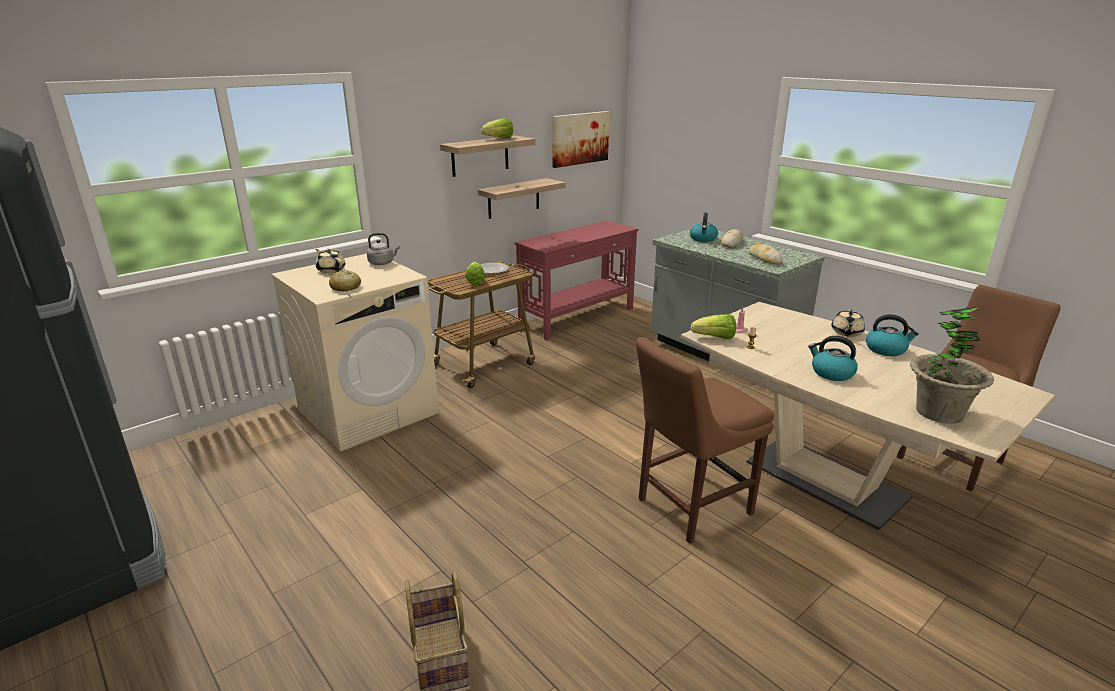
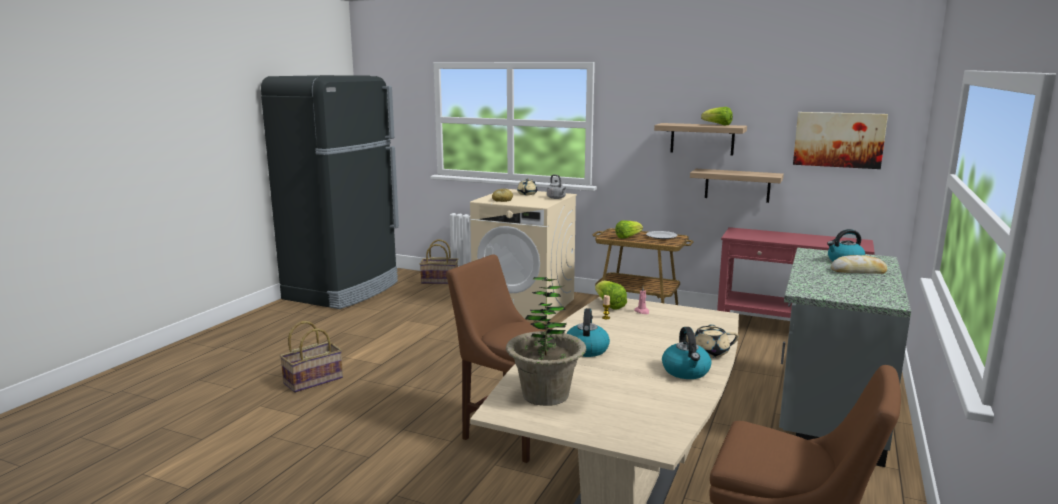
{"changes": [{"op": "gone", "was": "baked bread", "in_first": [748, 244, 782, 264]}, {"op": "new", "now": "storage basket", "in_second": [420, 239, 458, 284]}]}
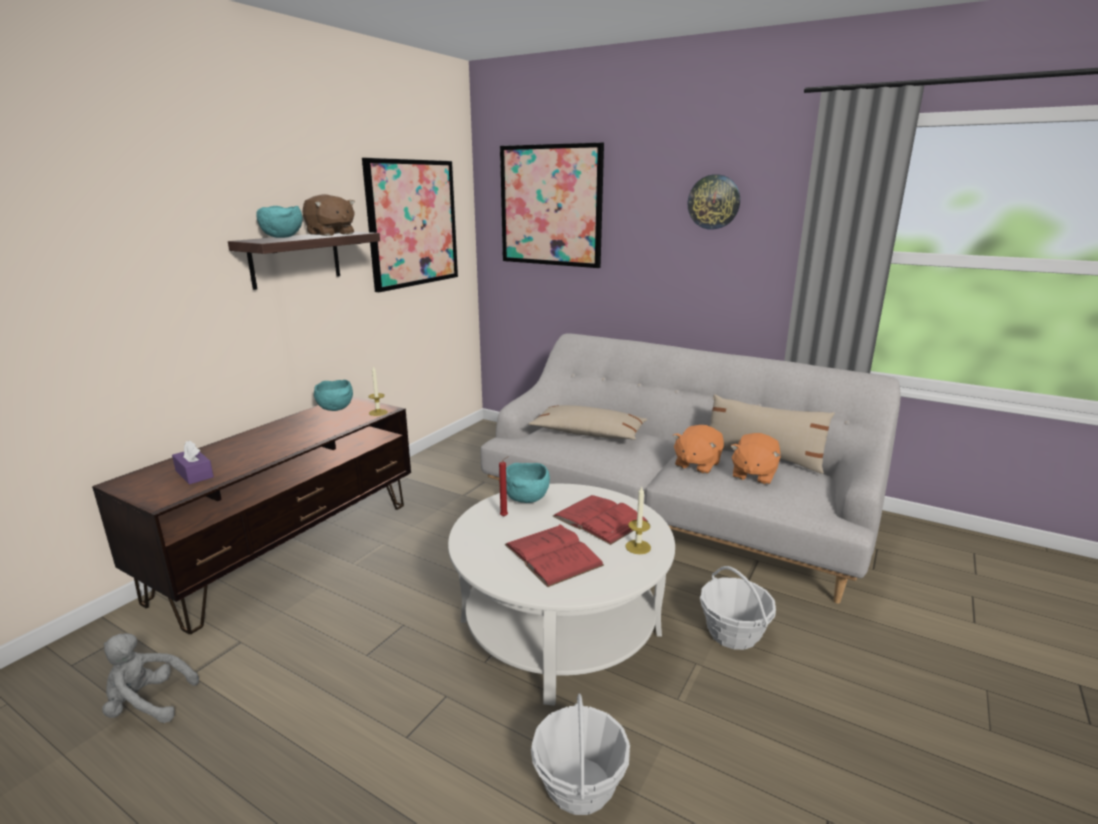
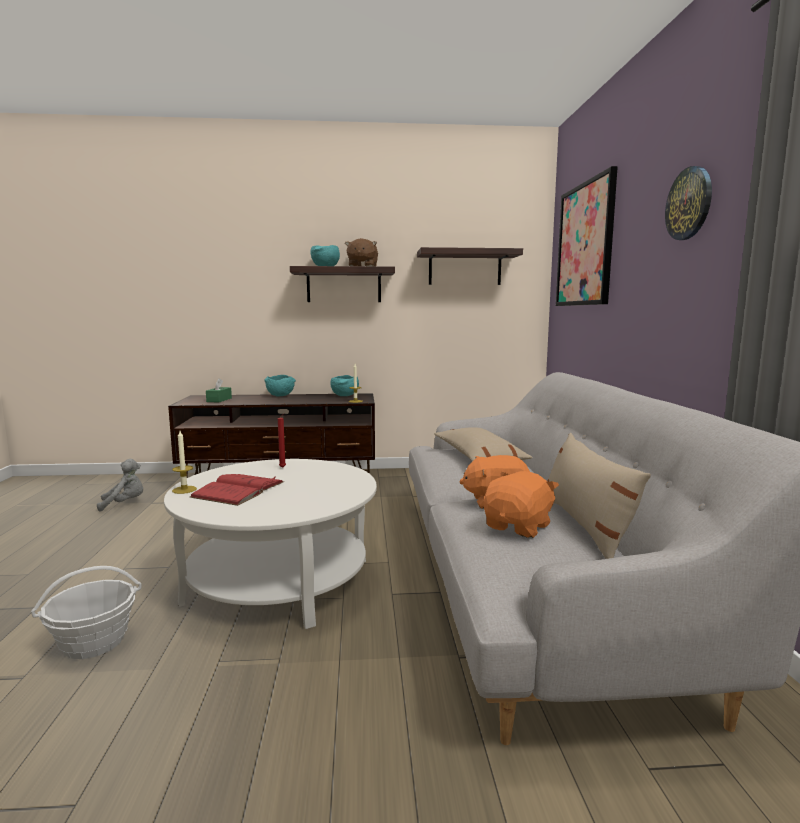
{"changes": [{"op": "gone", "was": "red bound book", "in_first": [553, 495, 649, 545]}, {"op": "gone", "was": "storage basket", "in_first": [700, 566, 776, 650]}, {"op": "shifted", "was": "blue-green bowl", "in_first": [506, 463, 550, 503], "in_second": [264, 375, 296, 397]}, {"op": "shifted", "was": "wax light", "in_first": [625, 487, 651, 554], "in_second": [172, 431, 197, 494]}, {"op": "swapped", "was": "picture", "now": "wall shelf", "in_first": [362, 158, 458, 292], "in_second": [417, 247, 523, 285]}, {"op": "repainted", "was": "purple tissue box", "now": "green-coloured tissue box", "in_first": [172, 441, 214, 485], "in_second": [206, 378, 232, 402]}, {"op": "rotated", "was": "gray plush toy", "in_first": [102, 633, 199, 723], "in_second": [97, 459, 143, 511], "clockwise": 105}, {"op": "rotated", "was": "orange plush toy", "in_first": [731, 433, 781, 485], "in_second": [484, 471, 559, 538], "clockwise": 135}]}
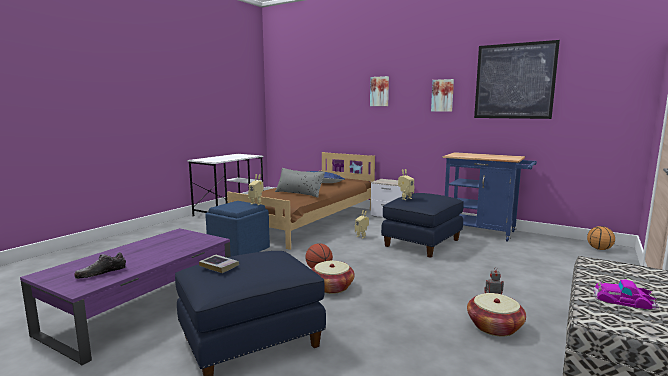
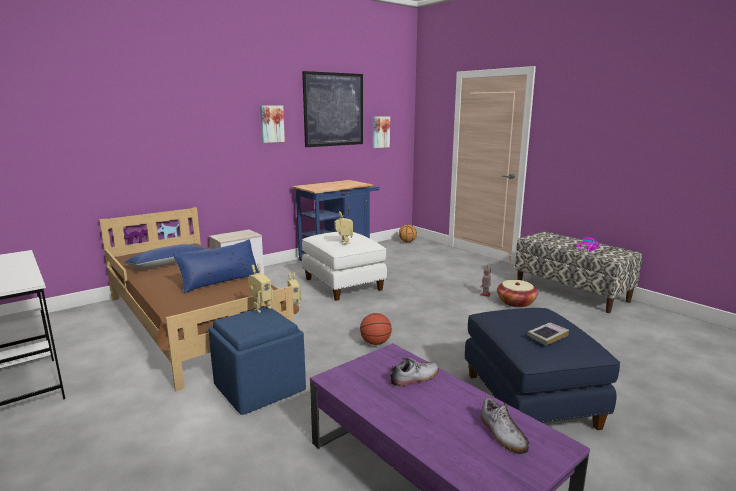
{"changes": [{"op": "gone", "was": "storage basket", "in_first": [311, 261, 355, 294]}, {"op": "new", "now": "low shoe", "in_second": [390, 358, 439, 387]}, {"op": "shifted", "was": "picture", "in_first": [370, 76, 389, 106], "in_second": [373, 116, 390, 148]}, {"op": "repainted", "was": "gray pillow", "now": "blue-coloured pillow", "in_first": [275, 168, 325, 198], "in_second": [173, 239, 259, 294]}, {"op": "repainted", "was": "blue-coloured pouffe", "now": "whitish pouffe", "in_first": [381, 193, 464, 258], "in_second": [302, 232, 387, 301]}]}
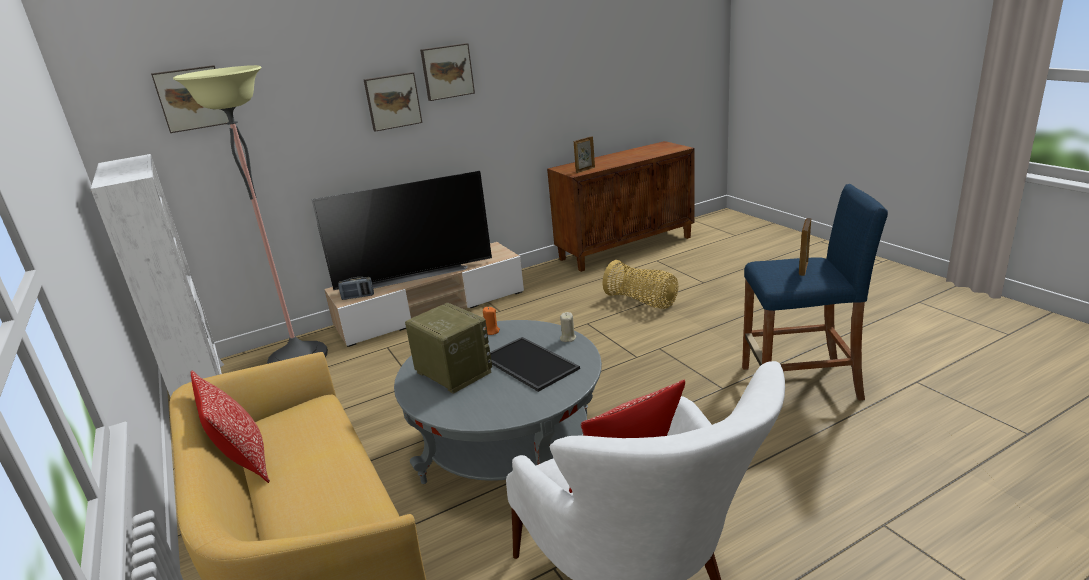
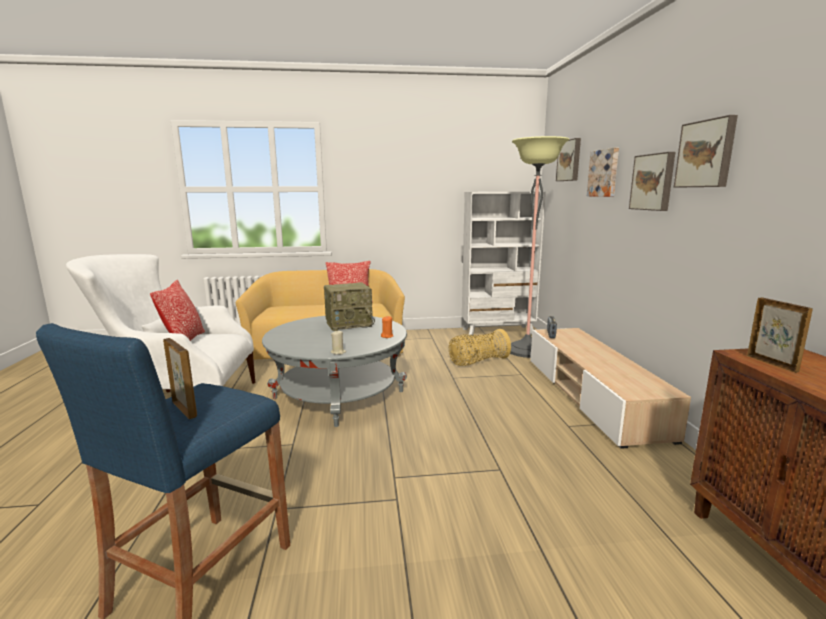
{"changes": [{"op": "gone", "was": "TV set", "in_first": [311, 171, 492, 290]}, {"op": "gone", "was": "serving tray", "in_first": [487, 337, 580, 392]}, {"op": "new", "now": "picture", "in_second": [587, 148, 619, 197]}, {"op": "shifted", "was": "storage basket", "in_first": [603, 260, 678, 309], "in_second": [449, 329, 511, 366]}]}
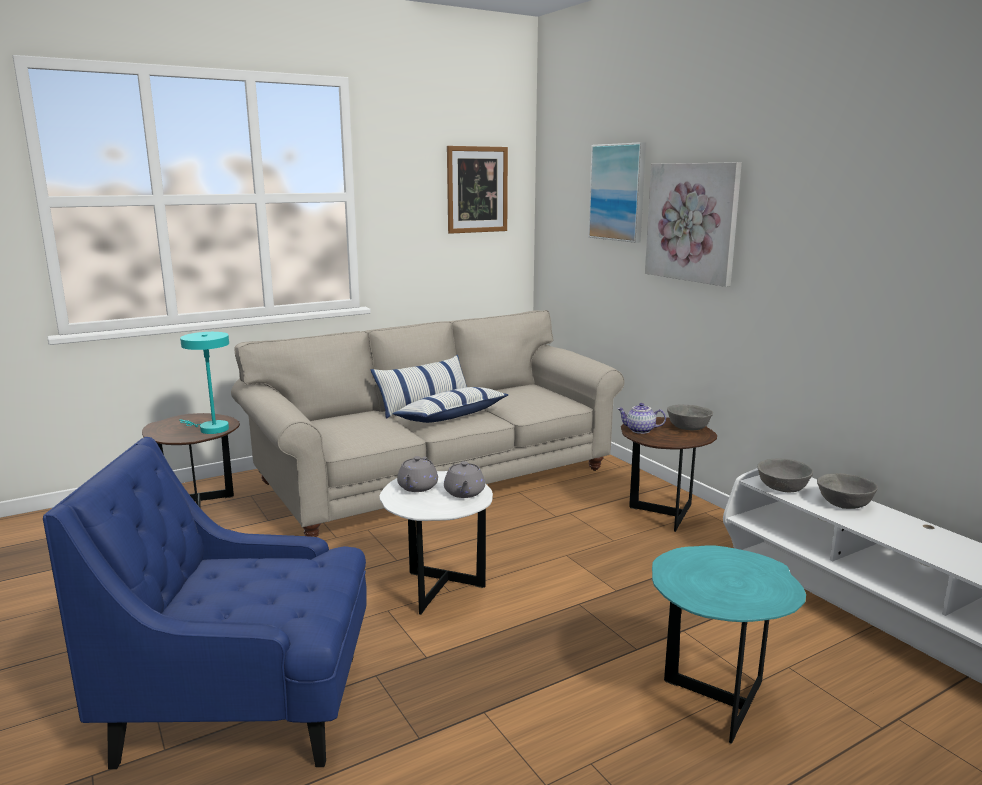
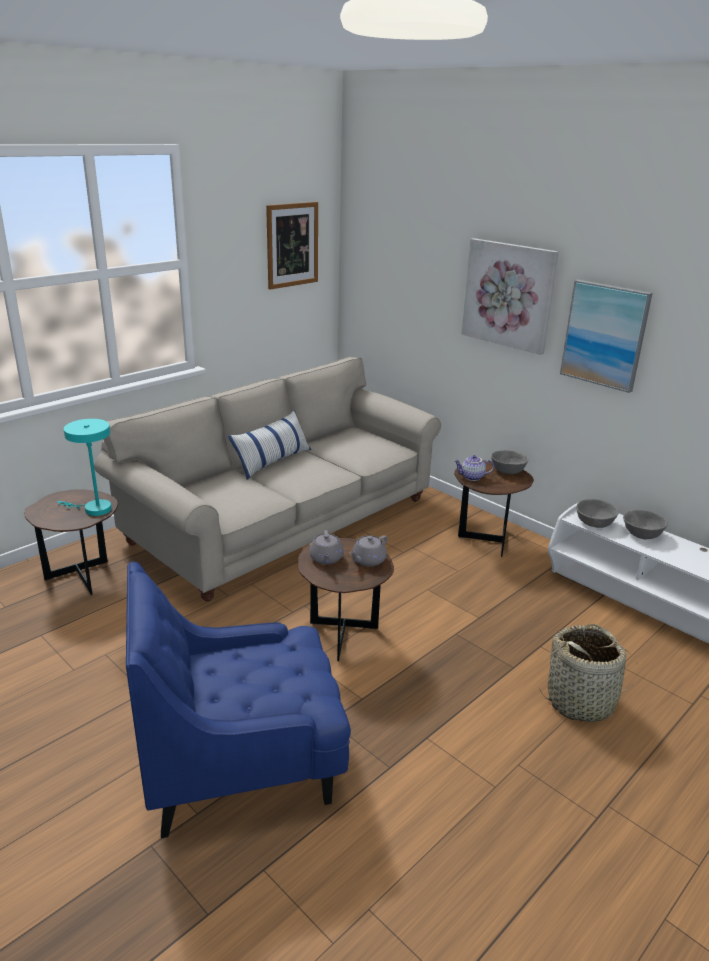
{"changes": [{"op": "gone", "was": "pillow", "in_first": [393, 387, 508, 423]}, {"op": "shifted", "was": "picture", "in_first": [588, 142, 646, 243], "in_second": [560, 280, 653, 393]}, {"op": "swapped", "was": "blue-green end table", "now": "storage basket", "in_first": [652, 546, 806, 744], "in_second": [539, 624, 637, 722]}, {"op": "repainted", "was": "whitish end table", "now": "brown end table", "in_first": [379, 471, 493, 615], "in_second": [298, 538, 394, 661]}, {"op": "rotated", "was": "gray teapot", "in_first": [444, 461, 485, 498], "in_second": [350, 535, 387, 567], "clockwise": 60}]}
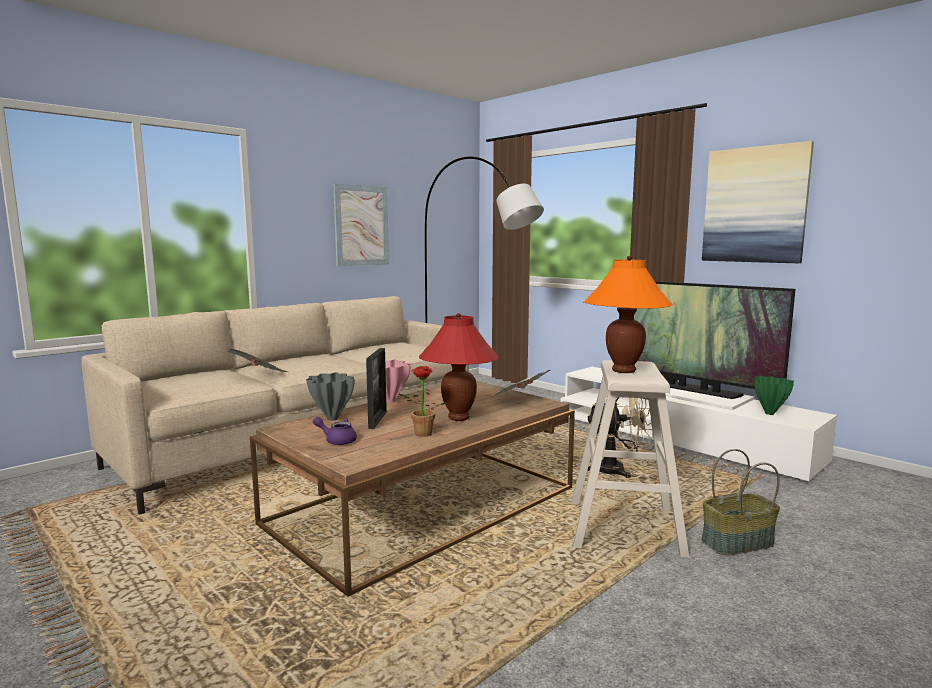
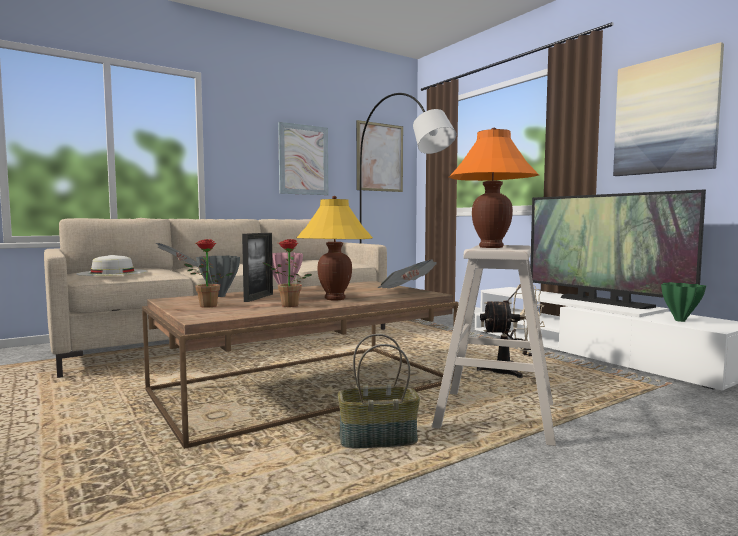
{"changes": [{"op": "new", "now": "whitish hat", "in_second": [76, 255, 147, 276]}, {"op": "new", "now": "picture", "in_second": [356, 120, 403, 192]}, {"op": "shifted", "was": "storage basket", "in_first": [702, 449, 780, 555], "in_second": [338, 334, 420, 448]}, {"op": "swapped", "was": "purple teapot", "now": "houseplant", "in_first": [313, 417, 357, 445], "in_second": [184, 239, 233, 308]}, {"op": "repainted", "was": "red table lamp", "now": "yellow table lamp", "in_first": [419, 313, 499, 421], "in_second": [297, 196, 373, 300]}]}
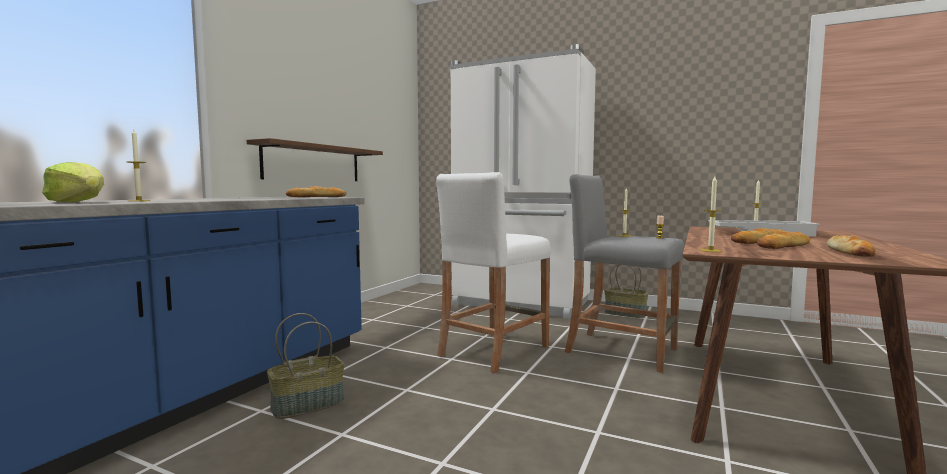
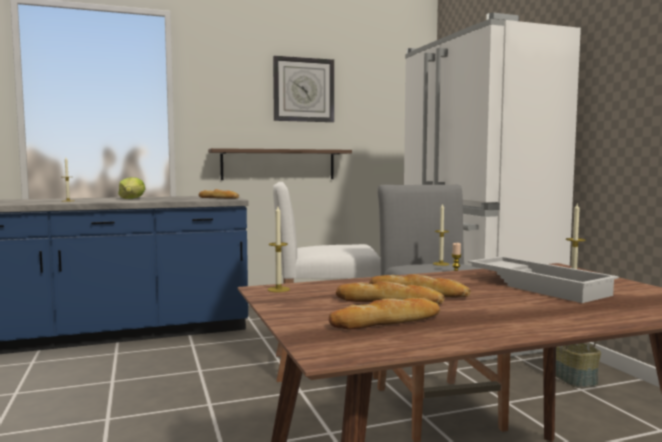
{"changes": [{"op": "gone", "was": "storage basket", "in_first": [267, 313, 345, 419]}, {"op": "new", "now": "wall clock", "in_second": [273, 56, 334, 122]}, {"op": "shifted", "was": "lettuce", "in_first": [42, 162, 104, 202], "in_second": [118, 177, 145, 199]}]}
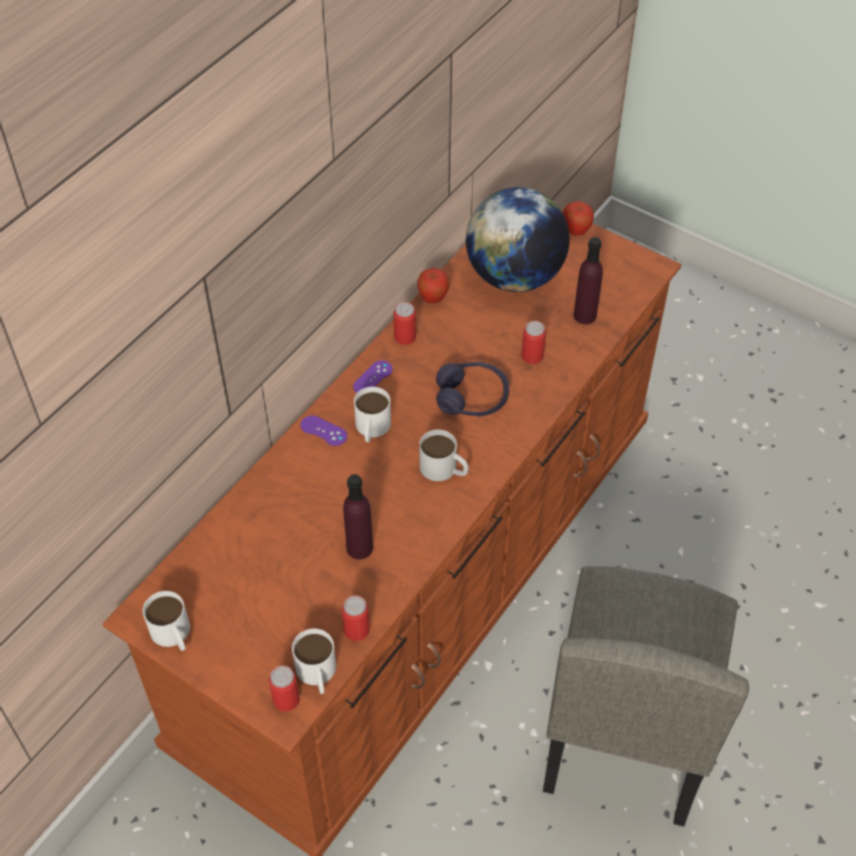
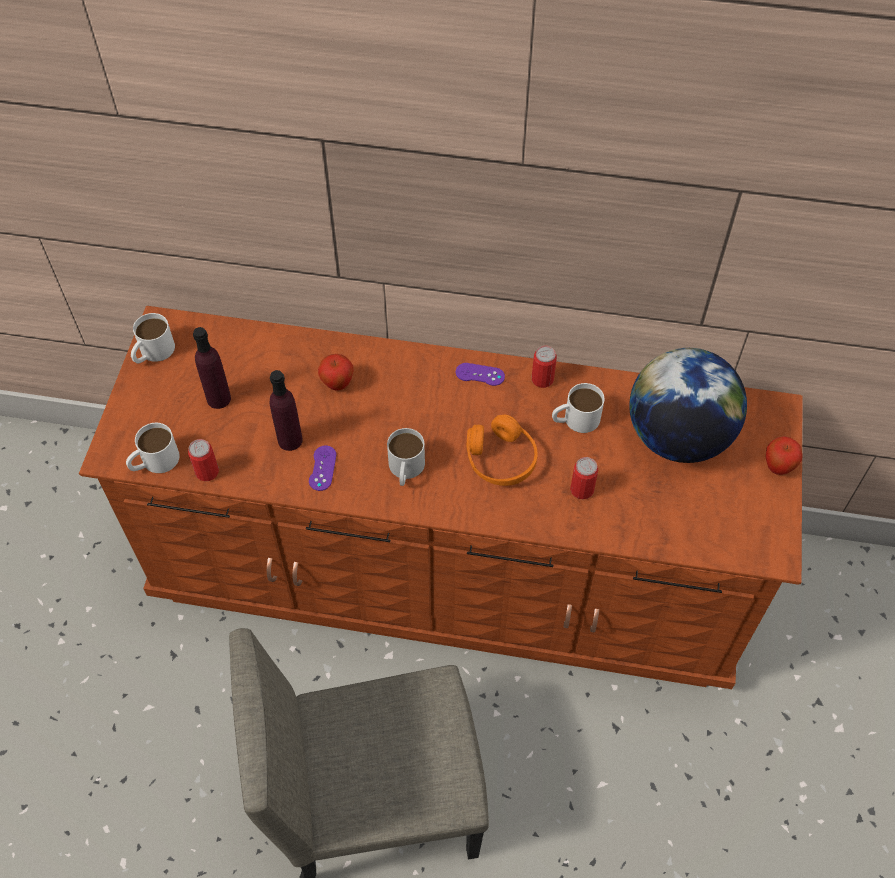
{"changes": [{"op": "gone", "was": "metal can", "in_first": [269, 666, 300, 712]}, {"op": "shifted", "was": "purple game controller", "in_first": [300, 415, 347, 446], "in_second": [309, 446, 336, 491]}, {"op": "shifted", "was": "whitish tea mug", "in_first": [354, 387, 391, 442], "in_second": [552, 383, 604, 433]}, {"op": "shifted", "was": "whole apple", "in_first": [417, 268, 450, 303], "in_second": [318, 354, 354, 390]}, {"op": "shifted", "was": "purple drink bottle", "in_first": [573, 237, 603, 324], "in_second": [193, 327, 231, 409]}, {"op": "repainted", "was": "purple pair of headphones", "now": "orange pair of headphones", "in_first": [436, 361, 509, 417], "in_second": [467, 415, 538, 486]}]}
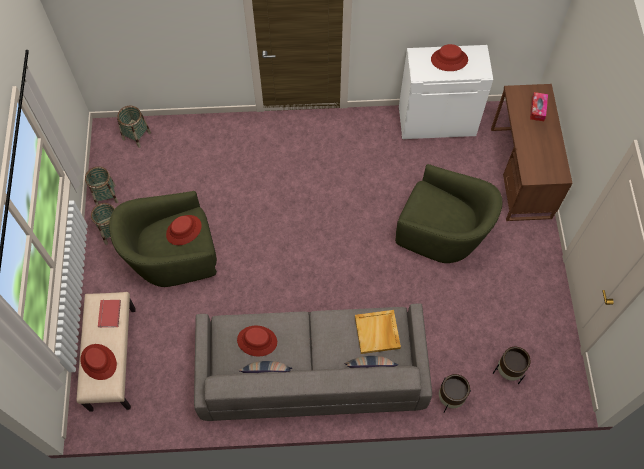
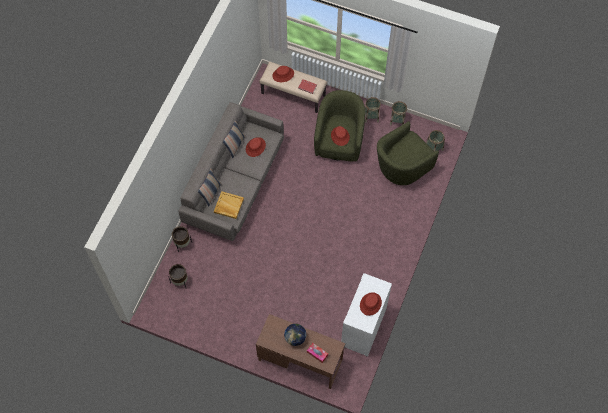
{"changes": [{"op": "new", "now": "world globe", "in_second": [284, 324, 306, 346]}, {"op": "shifted", "was": "green-coloured armchair", "in_first": [395, 164, 502, 263], "in_second": [377, 121, 439, 185]}]}
